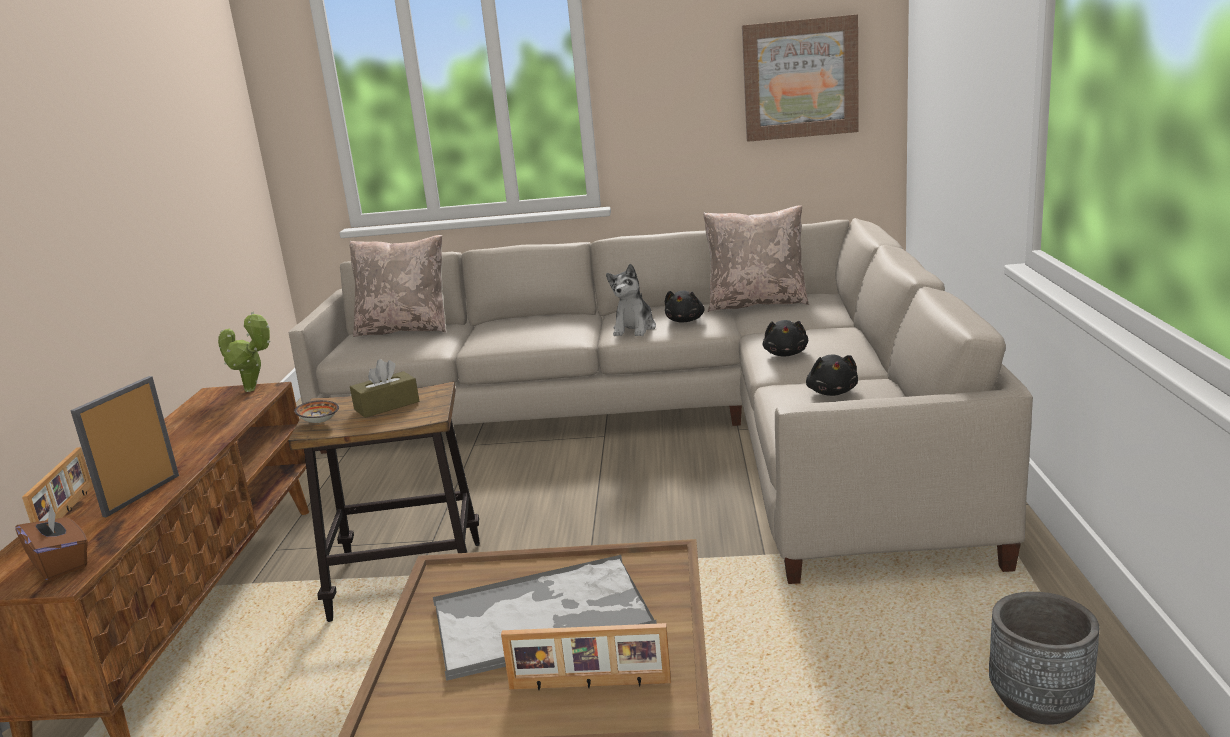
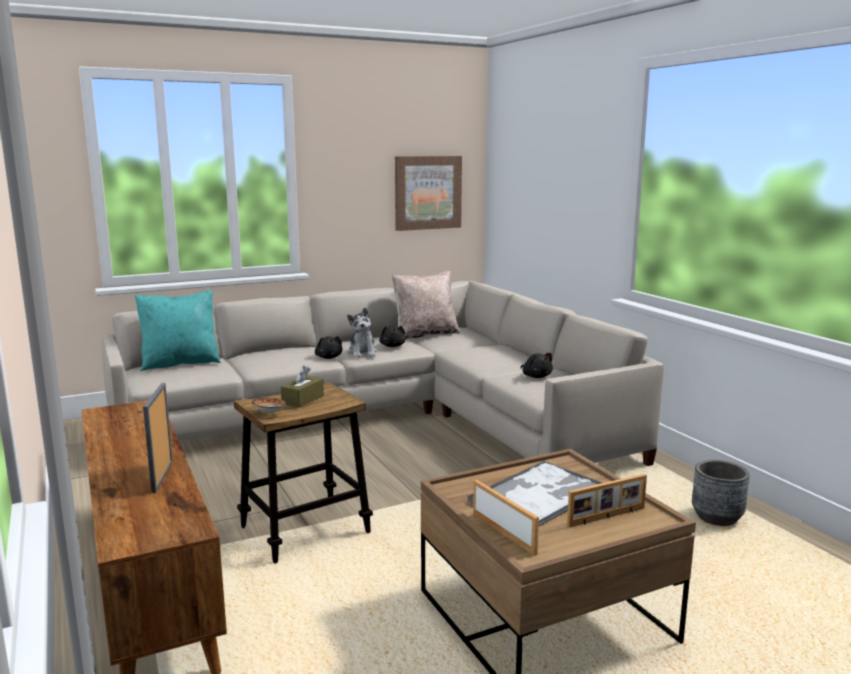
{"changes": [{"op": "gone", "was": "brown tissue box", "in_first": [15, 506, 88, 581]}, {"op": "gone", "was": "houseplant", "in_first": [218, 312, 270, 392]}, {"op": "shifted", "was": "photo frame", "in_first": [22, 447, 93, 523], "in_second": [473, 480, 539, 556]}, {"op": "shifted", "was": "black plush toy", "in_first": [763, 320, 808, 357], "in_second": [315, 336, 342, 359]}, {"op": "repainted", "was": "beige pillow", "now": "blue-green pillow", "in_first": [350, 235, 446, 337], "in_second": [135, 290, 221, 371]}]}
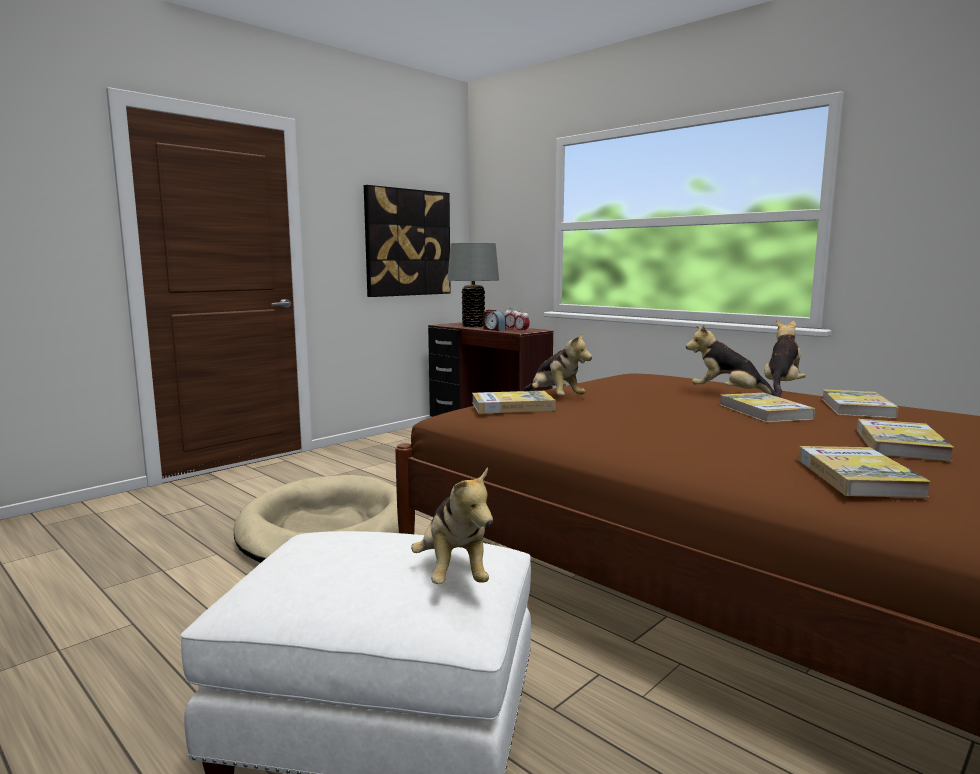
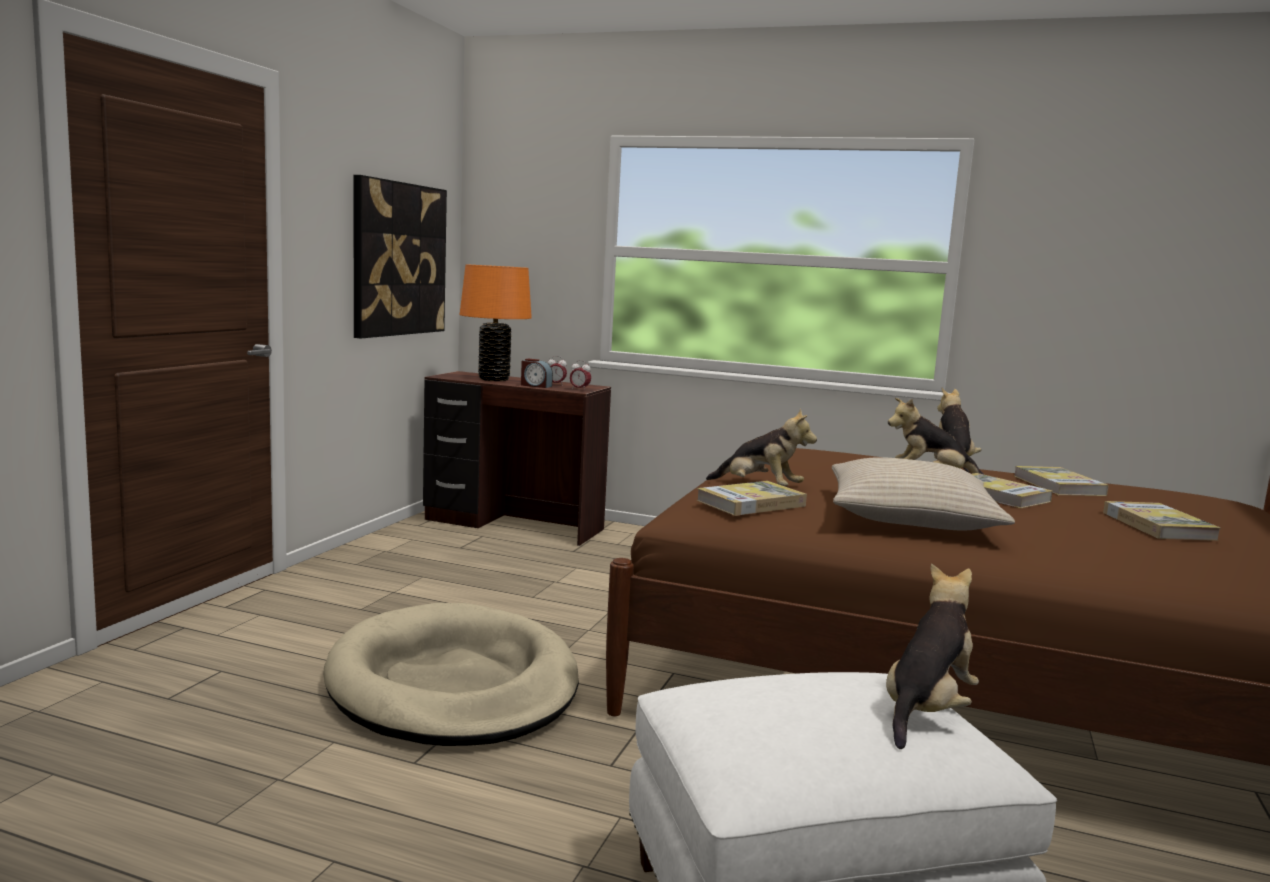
{"changes": [{"op": "gone", "was": "bound book", "in_first": [798, 446, 931, 498]}, {"op": "new", "now": "beige pillow", "in_second": [832, 457, 1015, 530]}, {"op": "repainted", "was": "gray table lamp", "now": "orange table lamp", "in_first": [447, 243, 499, 327], "in_second": [460, 264, 532, 381]}, {"op": "rotated", "was": "plush toy", "in_first": [411, 467, 493, 584], "in_second": [886, 563, 979, 749], "clockwise": -105}]}
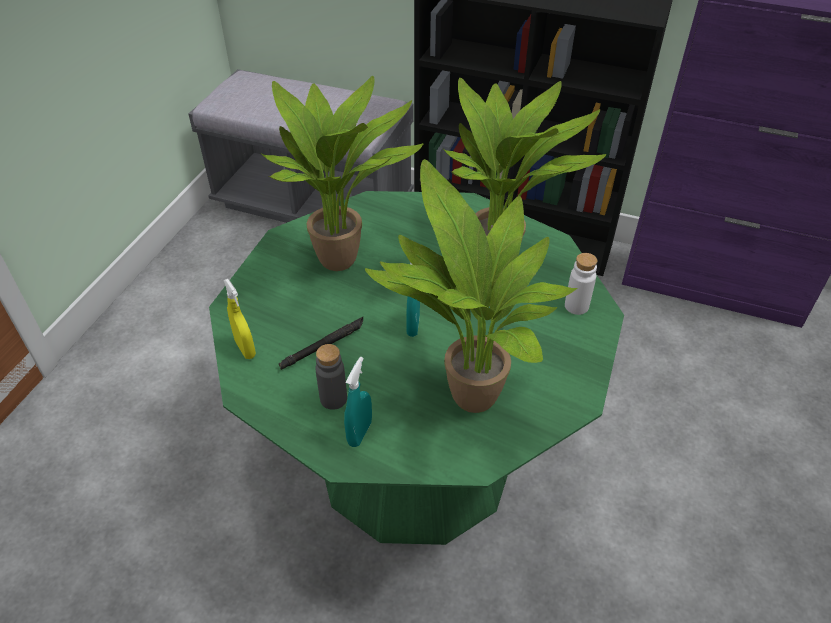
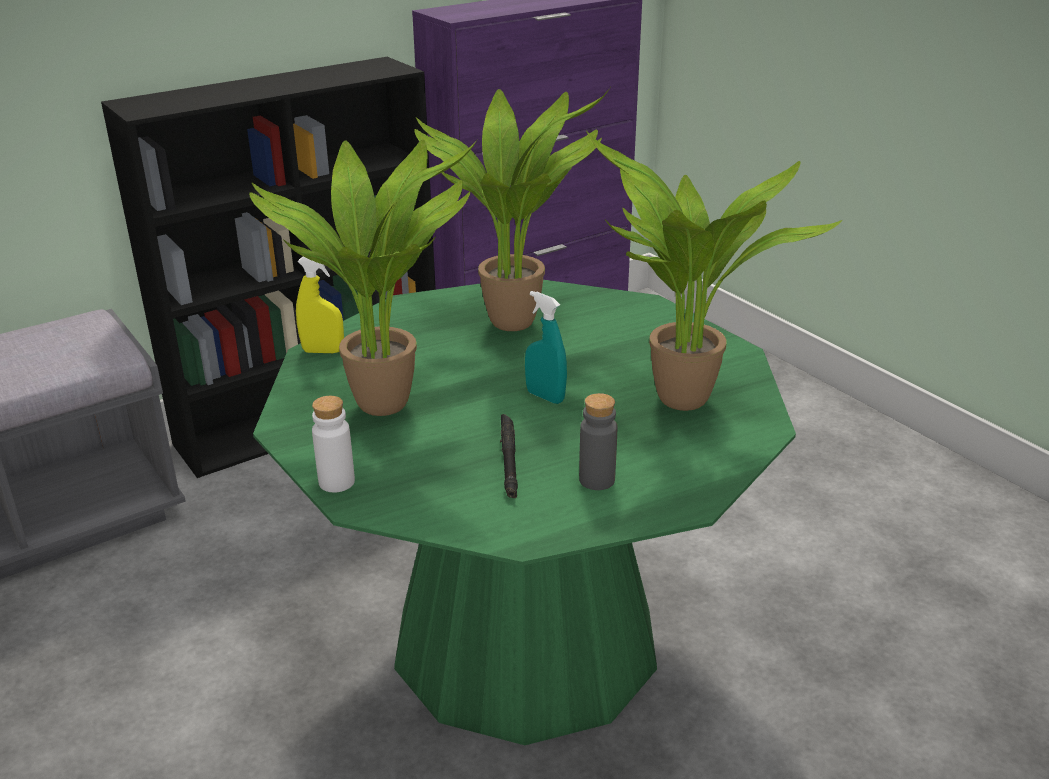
{"changes": [{"op": "gone", "was": "blue-green spray bottle", "in_first": [344, 357, 372, 447]}, {"op": "shifted", "was": "yellow spray bottle", "in_first": [223, 279, 256, 359], "in_second": [296, 257, 344, 353]}, {"op": "shifted", "was": "whitish drink bottle", "in_first": [565, 253, 597, 315], "in_second": [312, 396, 355, 493]}]}
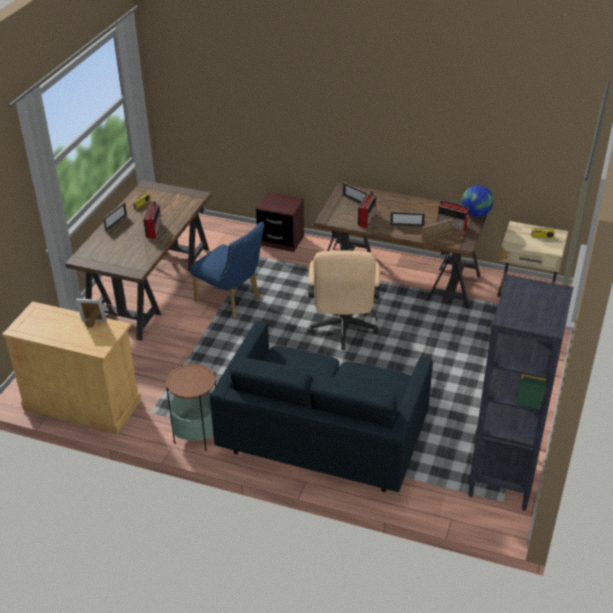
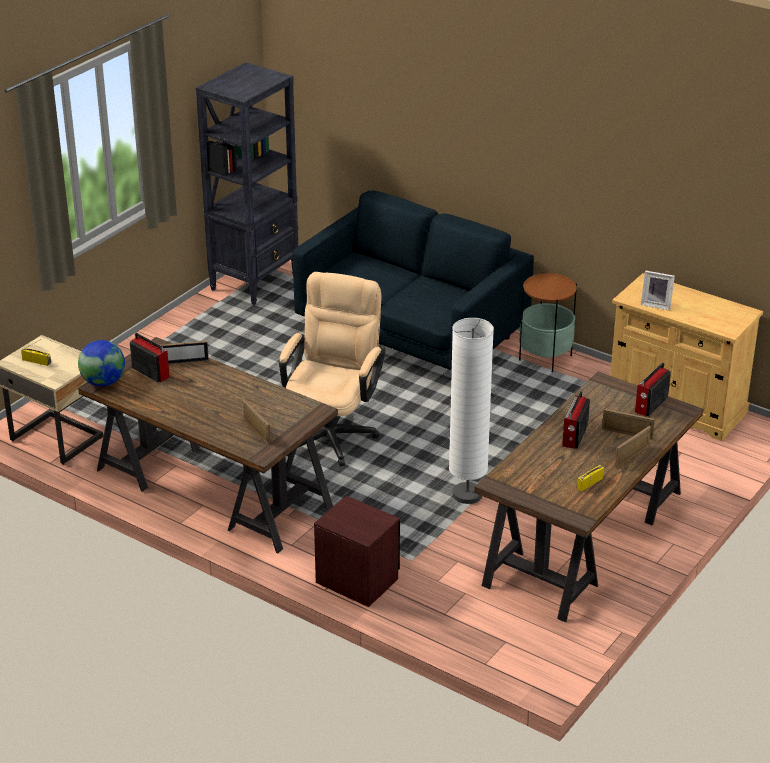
{"changes": [{"op": "shifted", "was": "radio set", "in_first": [358, 191, 376, 228], "in_second": [635, 362, 671, 416]}, {"op": "shifted", "was": "photo frame", "in_first": [390, 211, 425, 227], "in_second": [602, 409, 655, 440]}, {"op": "swapped", "was": "blue-coloured chair", "now": "whitish standing lamp", "in_first": [190, 222, 264, 318], "in_second": [449, 318, 494, 504]}]}
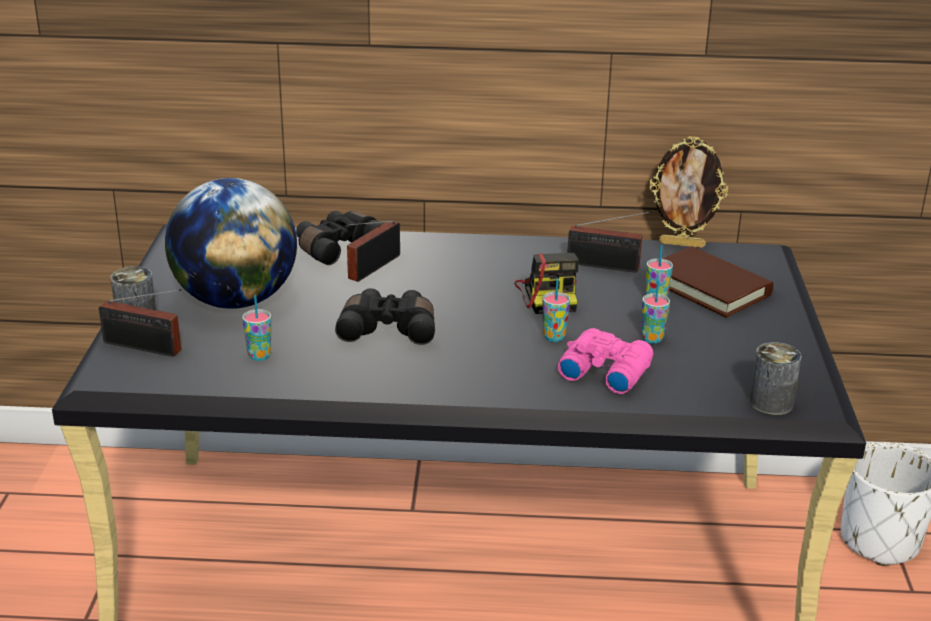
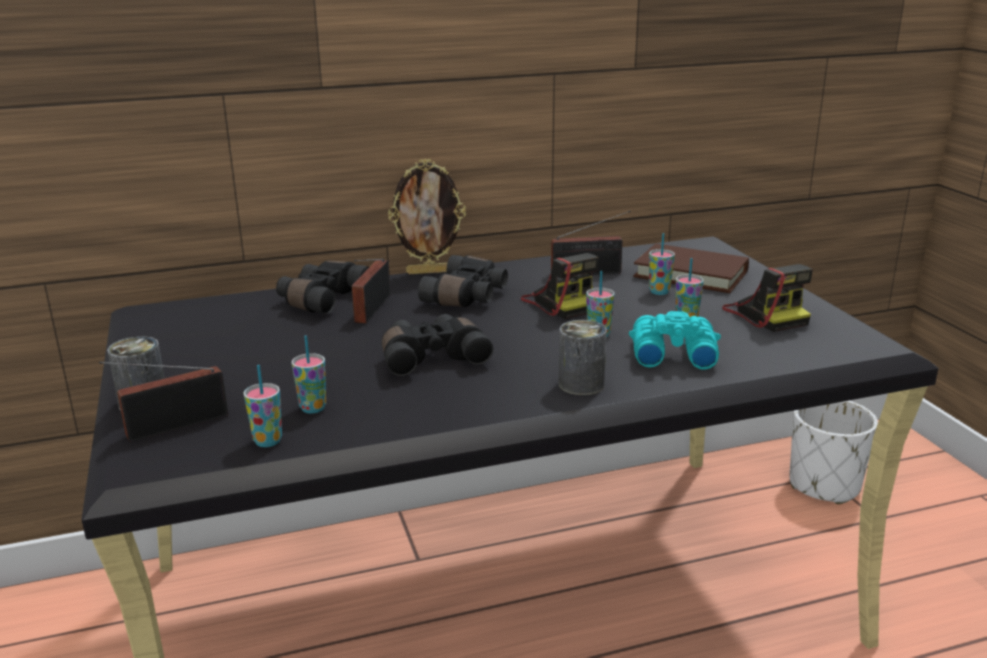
{"changes": [{"op": "gone", "was": "world globe", "in_first": [165, 178, 297, 309]}, {"op": "new", "now": "drinking cup", "in_second": [244, 365, 282, 447]}, {"op": "new", "now": "black pair of binoculars", "in_second": [418, 255, 508, 307]}, {"op": "new", "now": "still camera", "in_second": [722, 264, 813, 332]}, {"op": "shifted", "was": "photo frame", "in_first": [649, 136, 728, 248], "in_second": [388, 159, 466, 274]}, {"op": "shifted", "was": "metal can", "in_first": [749, 342, 802, 415], "in_second": [559, 320, 607, 396]}, {"op": "repainted", "was": "pink-coloured pair of binoculars", "now": "blue-green pair of binoculars", "in_first": [558, 328, 653, 394], "in_second": [629, 311, 721, 370]}, {"op": "rotated", "was": "radio set", "in_first": [99, 289, 182, 357], "in_second": [99, 362, 228, 442], "clockwise": 150}]}
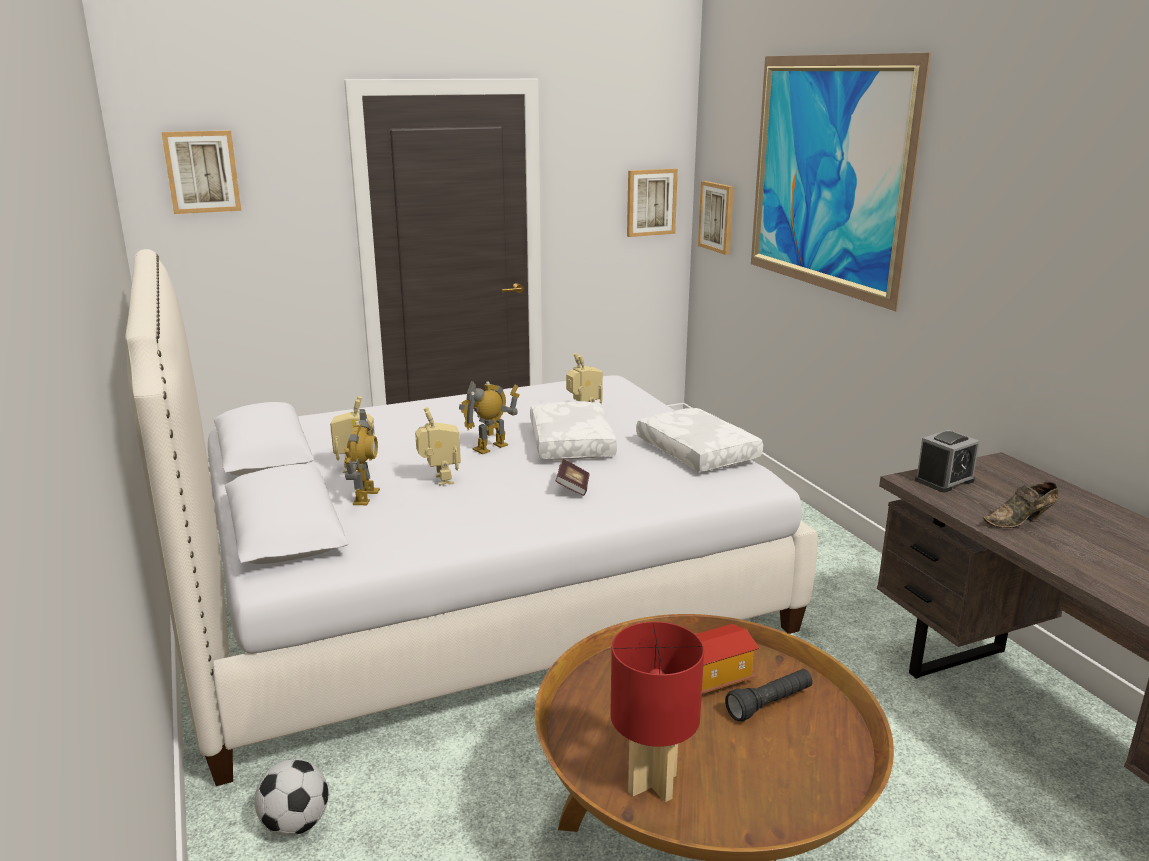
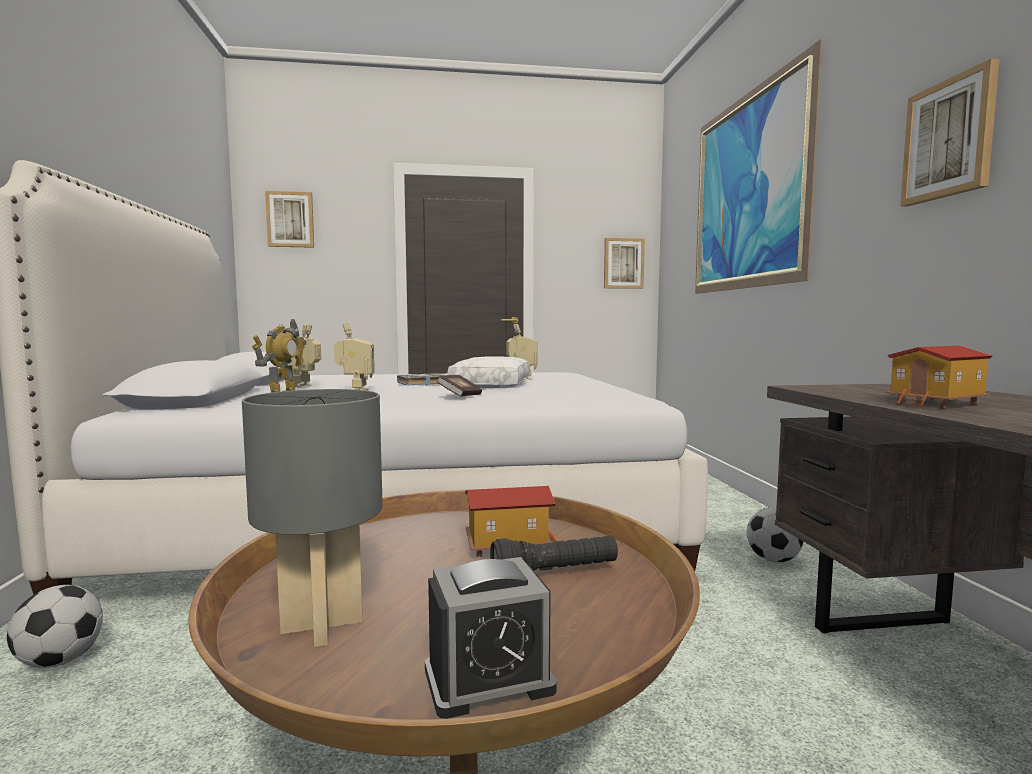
{"changes": [{"op": "gone", "was": "whitish pillow", "in_first": [636, 408, 763, 472]}, {"op": "new", "now": "football ball", "in_second": [747, 507, 803, 562]}, {"op": "shifted", "was": "picture", "in_first": [698, 181, 734, 255], "in_second": [900, 58, 1000, 206]}, {"op": "shifted", "was": "bedside clock", "in_first": [915, 430, 980, 492], "in_second": [425, 557, 557, 719]}, {"op": "swapped", "was": "robot figure", "now": "gray bound book", "in_first": [459, 381, 520, 454], "in_second": [397, 373, 443, 386]}, {"op": "swapped", "was": "brown low shoe", "now": "model house", "in_first": [983, 482, 1058, 528], "in_second": [886, 346, 992, 408]}, {"op": "repainted", "was": "red table lamp", "now": "gray table lamp", "in_first": [610, 622, 704, 802], "in_second": [242, 389, 383, 647]}]}
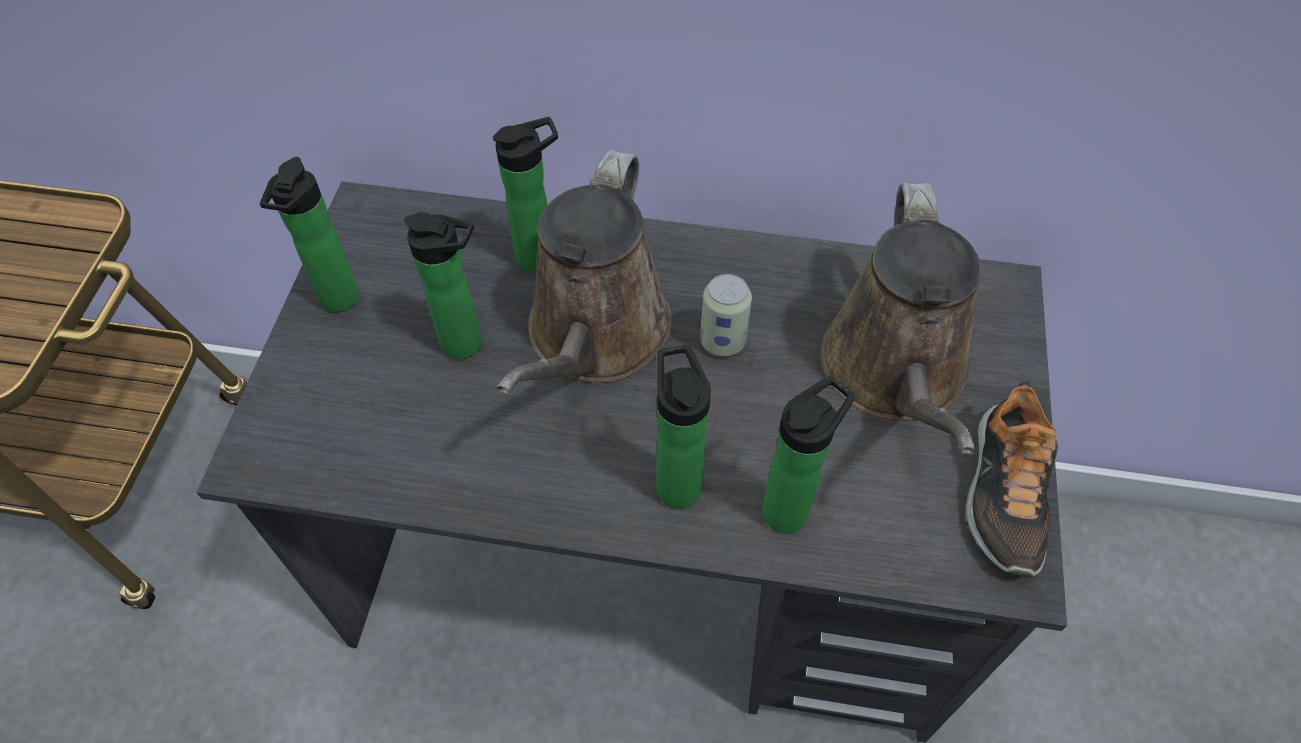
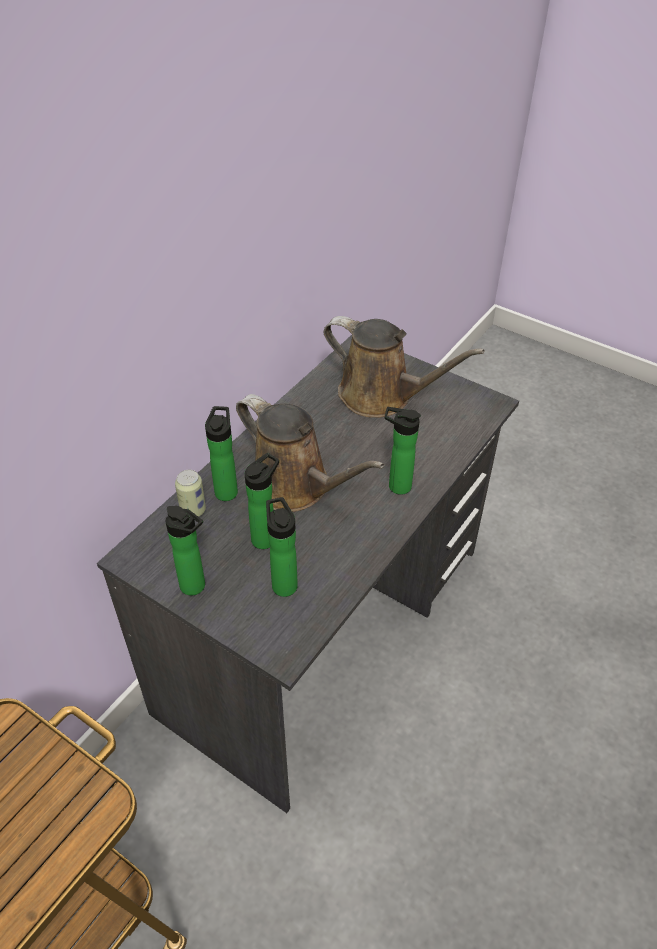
{"changes": [{"op": "gone", "was": "low shoe", "in_first": [966, 381, 1058, 577]}, {"op": "shifted", "was": "metal can", "in_first": [700, 274, 752, 356], "in_second": [175, 470, 206, 517]}, {"op": "shifted", "was": "drink bottle", "in_first": [762, 376, 855, 534], "in_second": [266, 497, 298, 597]}]}
